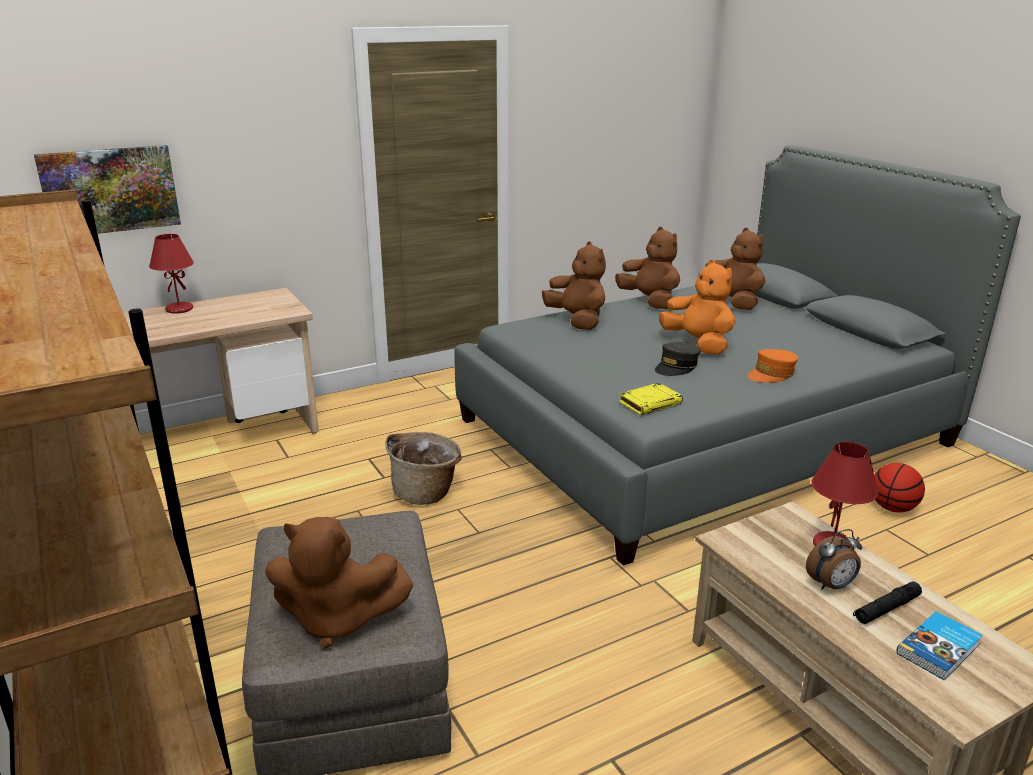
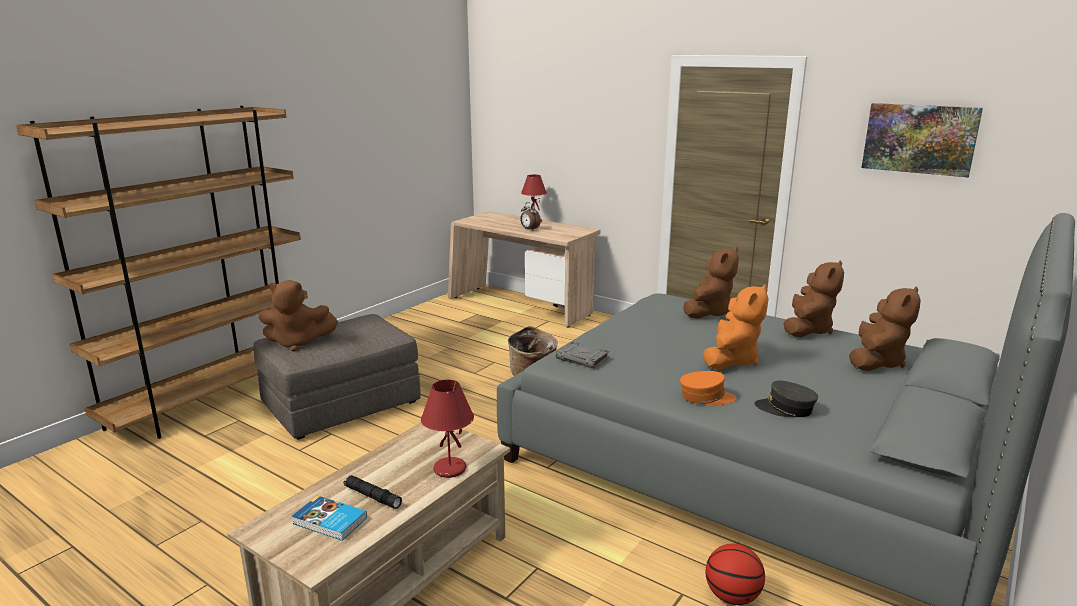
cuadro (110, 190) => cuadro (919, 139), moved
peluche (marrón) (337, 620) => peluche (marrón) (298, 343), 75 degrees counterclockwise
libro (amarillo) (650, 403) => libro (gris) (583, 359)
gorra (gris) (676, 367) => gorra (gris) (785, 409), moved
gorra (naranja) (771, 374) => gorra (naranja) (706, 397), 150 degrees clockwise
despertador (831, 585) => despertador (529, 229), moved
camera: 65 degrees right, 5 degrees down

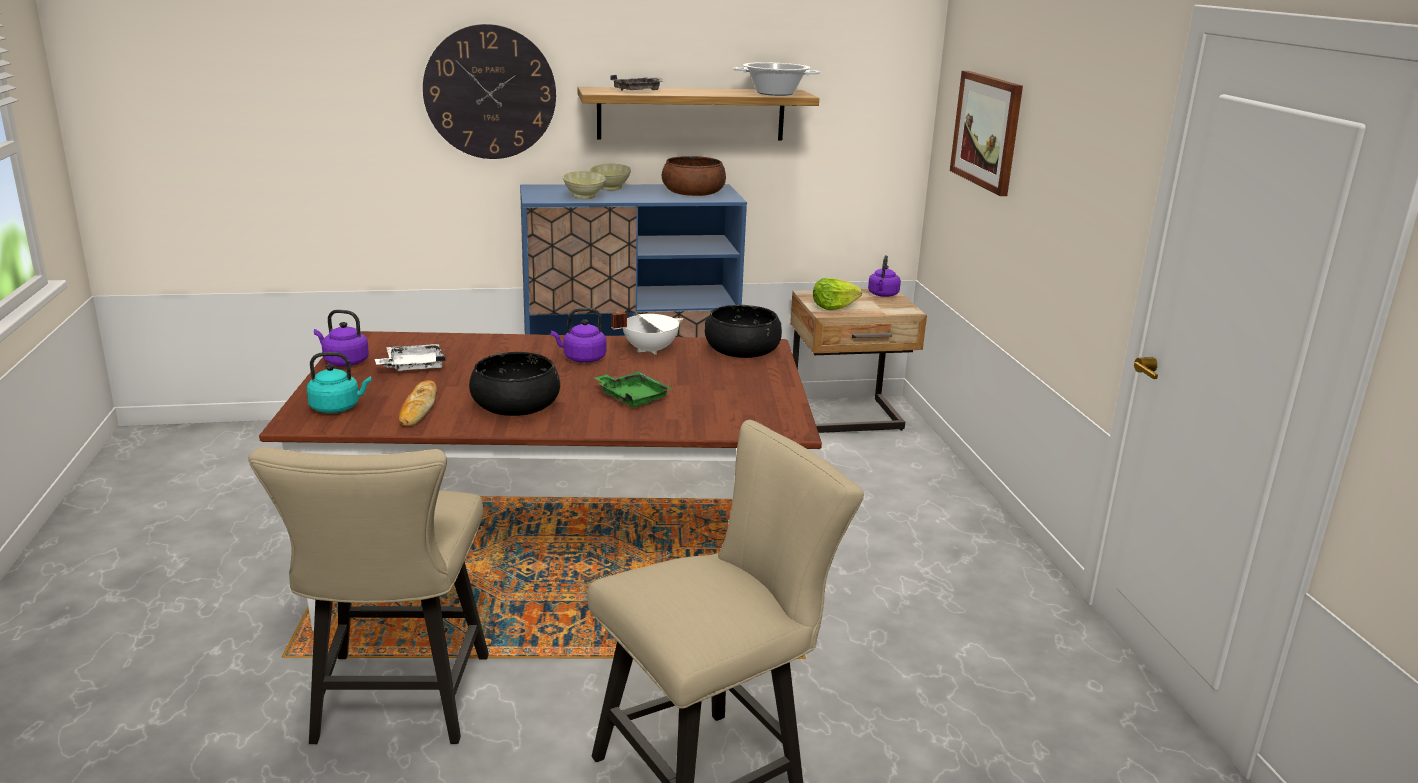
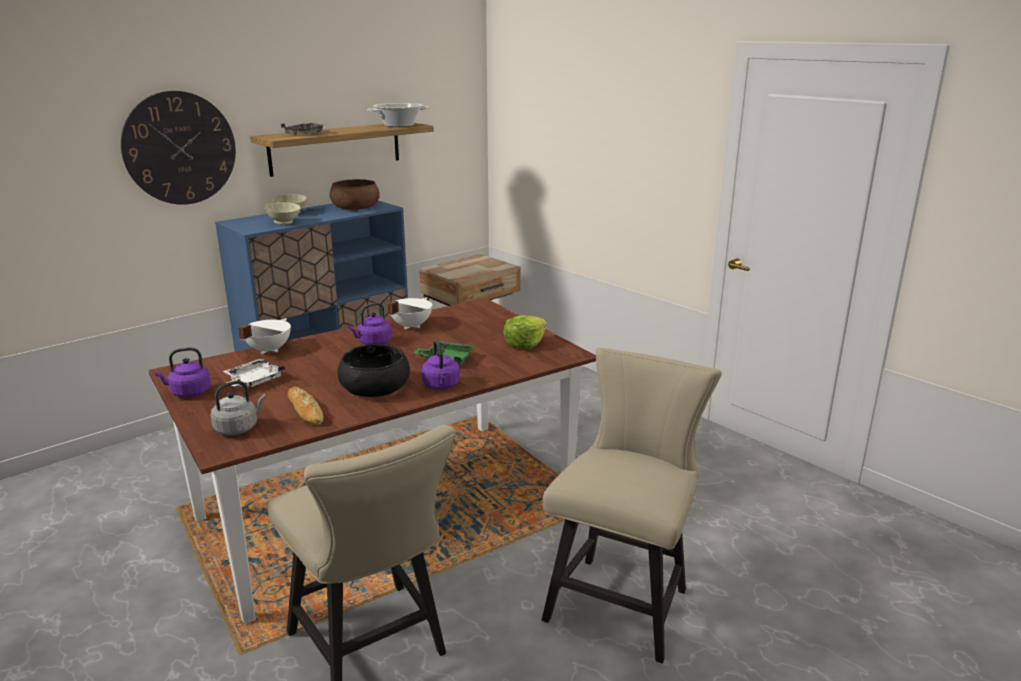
hervidor (turquesa) (338, 408) => hervidor (gris) (238, 428)
cuenco (negro) (742, 350) => nothing
lechuga (833, 307) => lechuga (524, 344), moved
hervidor (morado) (883, 295) => hervidor (morado) (441, 386), moved
cuadro (987, 131) => nothing
nothing => olla (blanco) (268, 350)
camera: 30 degrees left, 0 degrees up

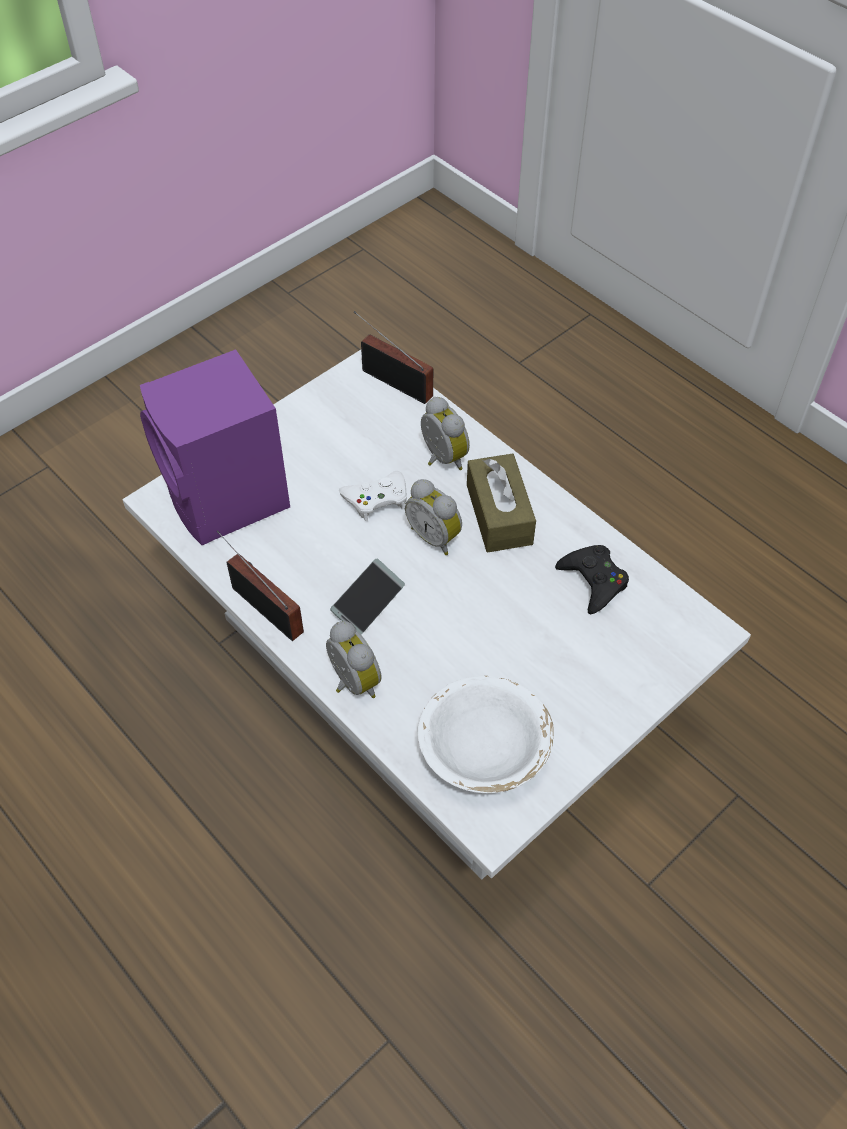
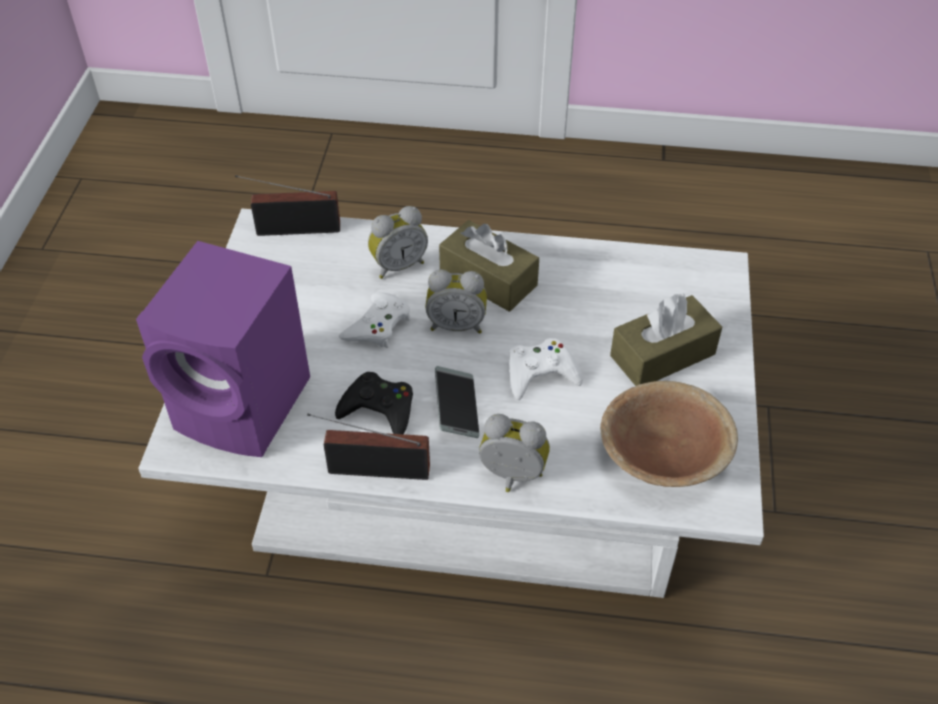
cuenco (blanco) (483, 750) => cuenco (marrón) (663, 454)
despertador (441, 459) => despertador (398, 265), 135 degrees clockwise
mando de consola (negro) (593, 581) => mando de consola (negro) (379, 409), moved
nothing => mando de consola (blanco) (540, 373)
nothing => caja de pañuelos (marrón) (662, 355)
camera: 40 degrees left, 5 degrees down

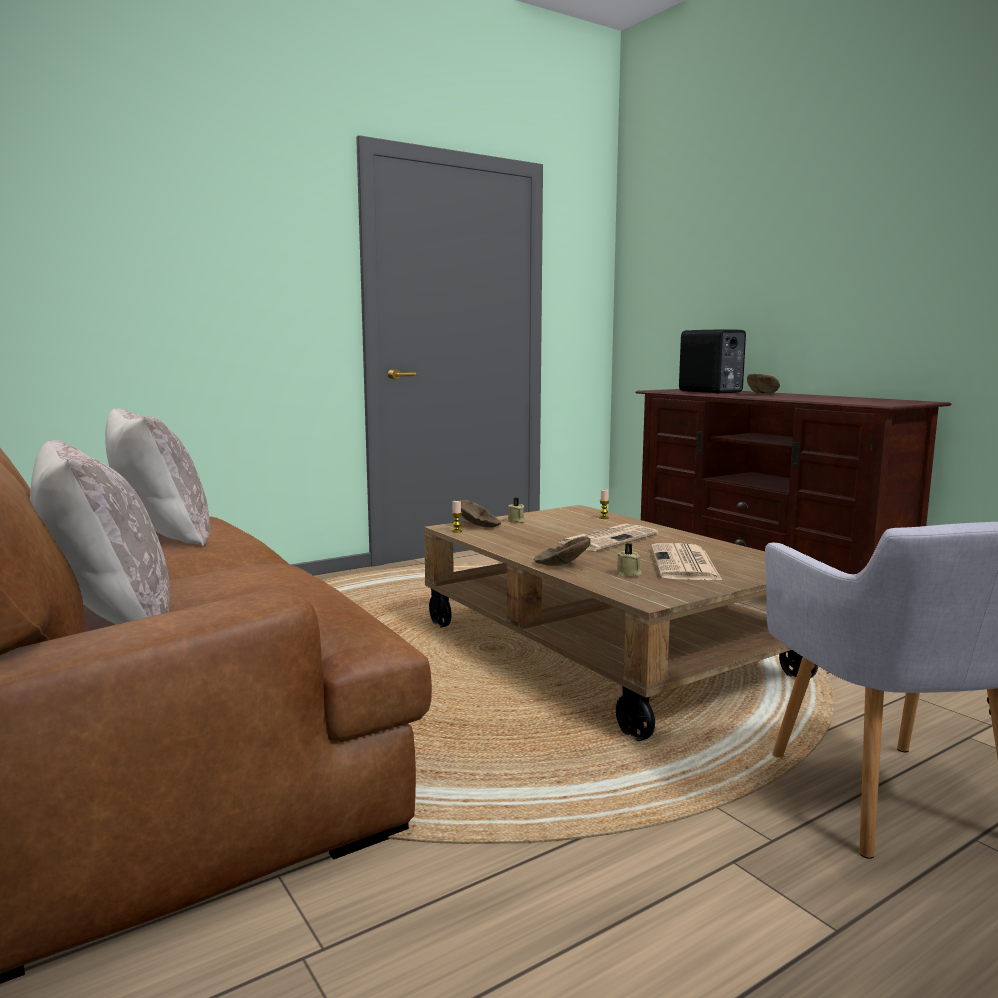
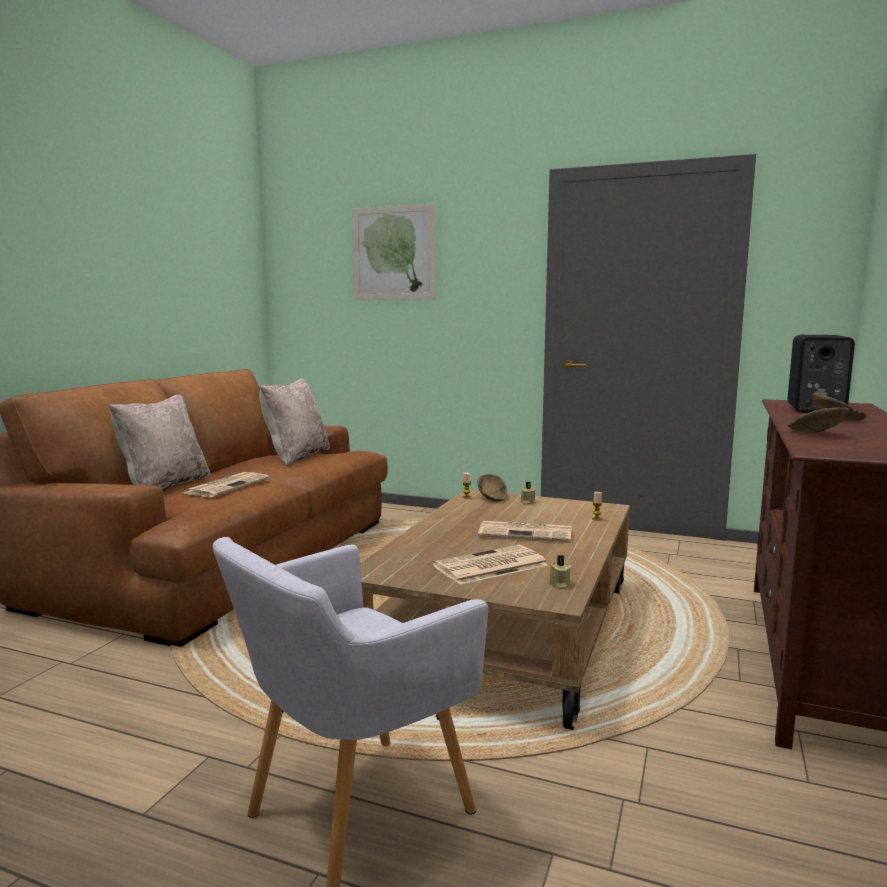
cuenco (marrón) (561, 564) => cuenco (marrón) (815, 433), moved
vela (beis) (628, 574) => vela (beis) (559, 584), moved
nothing => periódico (227, 486)
nothing => cuadro (394, 253)
camera: 55 degrees right, 0 degrees up

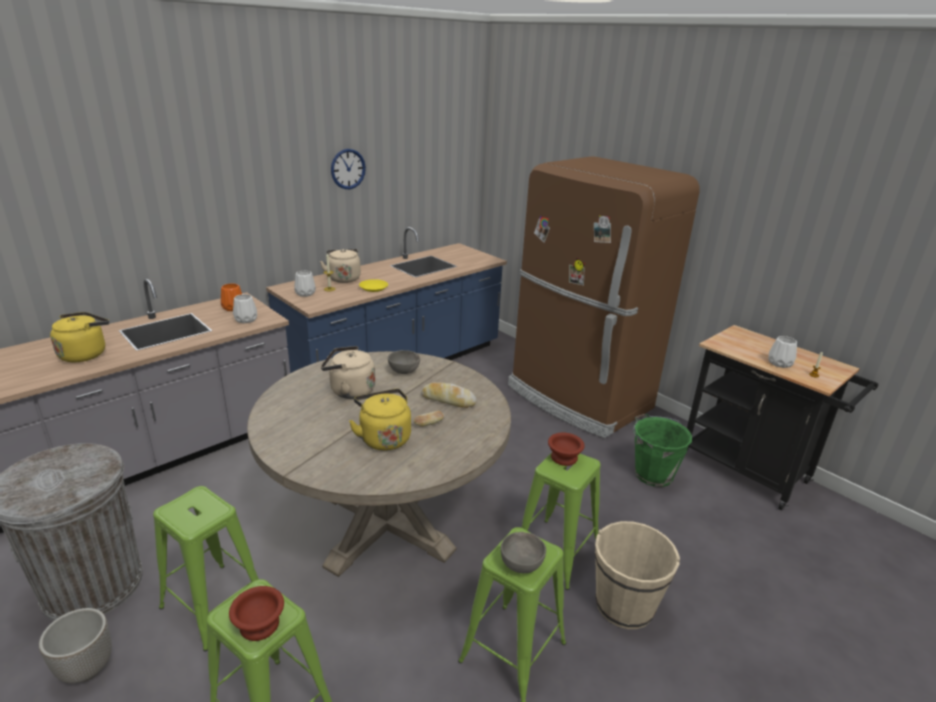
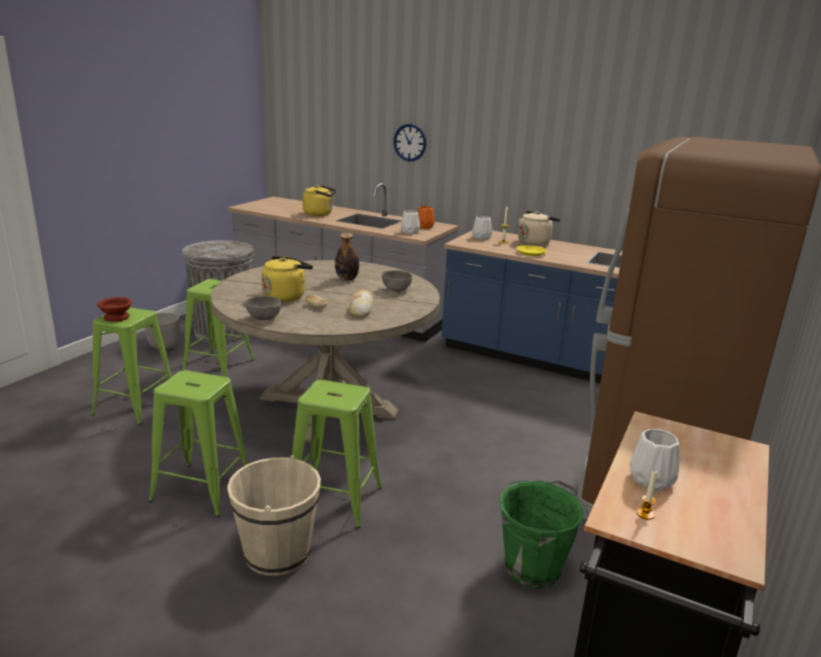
hervidor (beis) (349, 391) => botella (347, 279)
reloj de pared (348, 169) => reloj de pared (410, 142), moved
cuenco (gris) (522, 565) => cuenco (gris) (264, 319), moved
cuenco (marrón) (564, 458) => nothing
camera: 70 degrees right, 5 degrees down

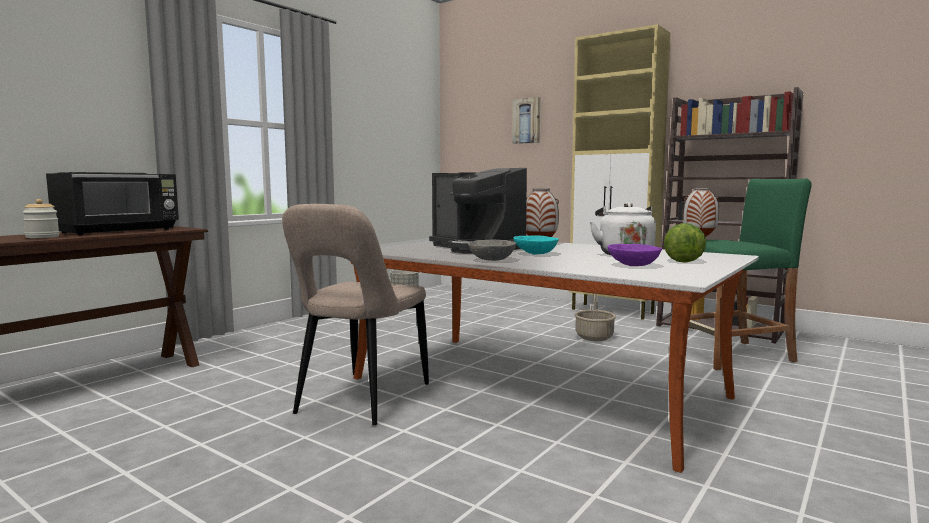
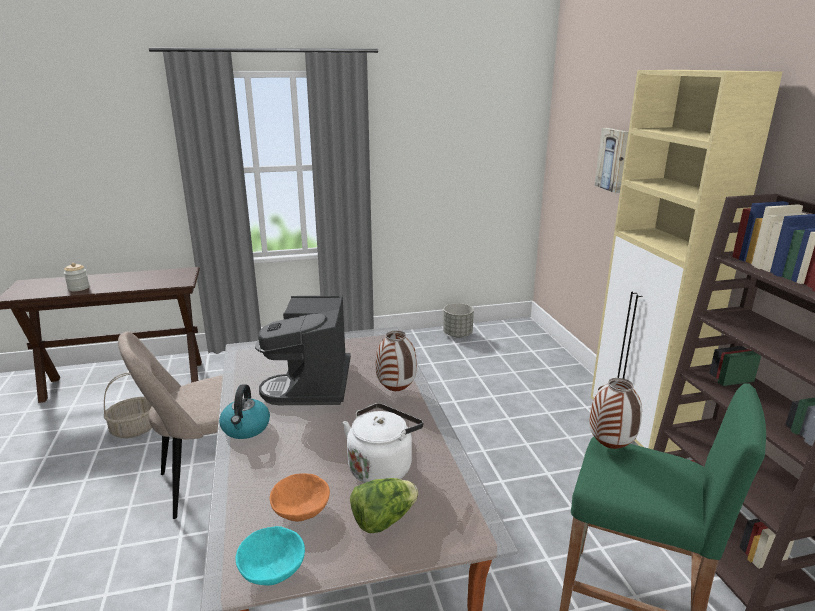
microondas (negro) (119, 231) => nothing
cuenco (gris) (492, 260) => hervidor (246, 428)
cuenco (turquesa) (535, 254) => cuenco (turquesa) (272, 569), moved
cesta (594, 336) => cesta (135, 428), moved
cuenco (morado) (632, 265) => cuenco (naranja) (301, 509)
camera: 40 degrees right, 15 degrees up

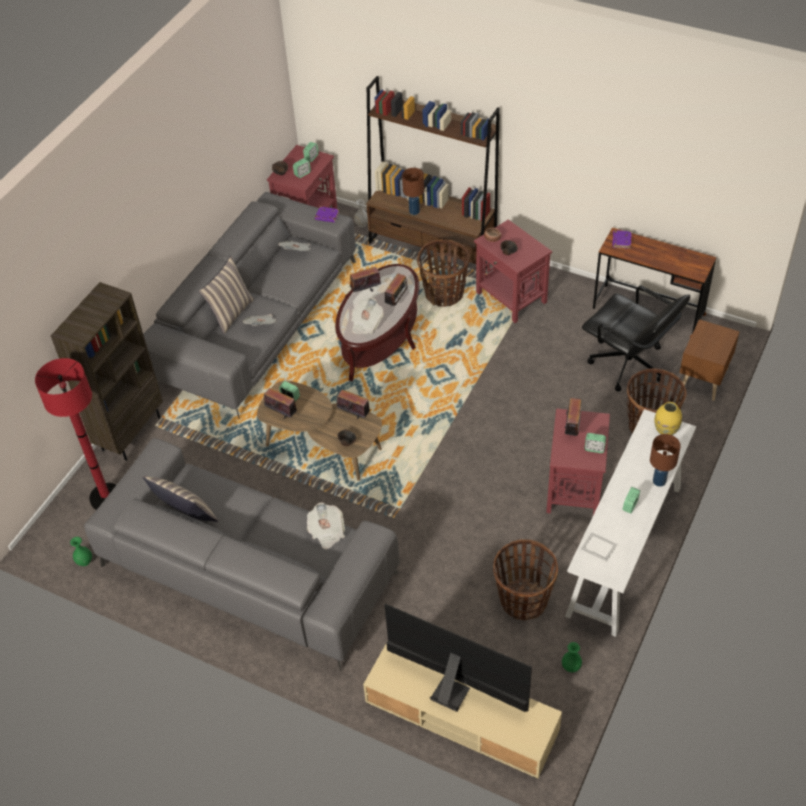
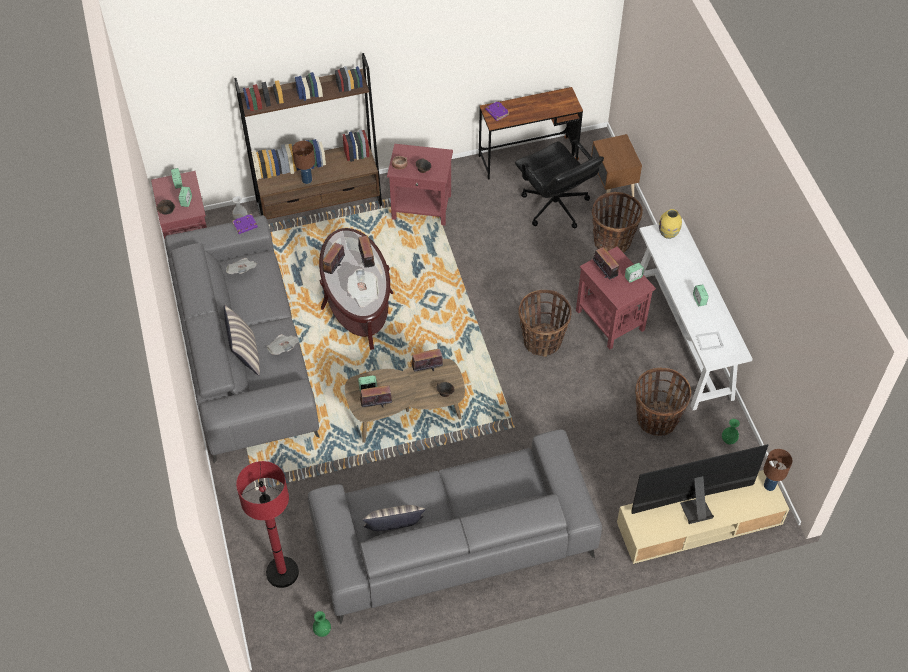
estantería (marrón) (131, 433) => nothing
periódico (326, 532) => nothing
cesta (444, 294) => cesta (542, 341), moved
silla de oficina (negro) (628, 365) => silla de oficina (negro) (555, 207), 60 degrees clockwise
lámpara de mesa (marrón) (659, 481) => lámpara de mesa (marrón) (770, 485), moved
camera: 45 degrees left, 5 degrees up

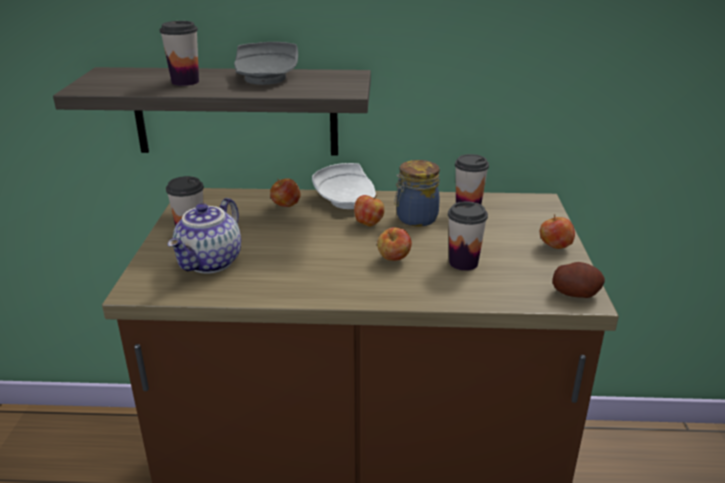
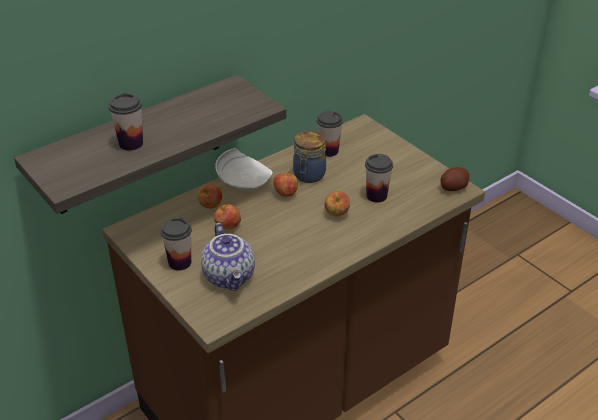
plato (gris) (267, 77) => nothing
manzana (554, 247) => manzana (228, 227), moved
camera: 40 degrees left, 10 degrees up

